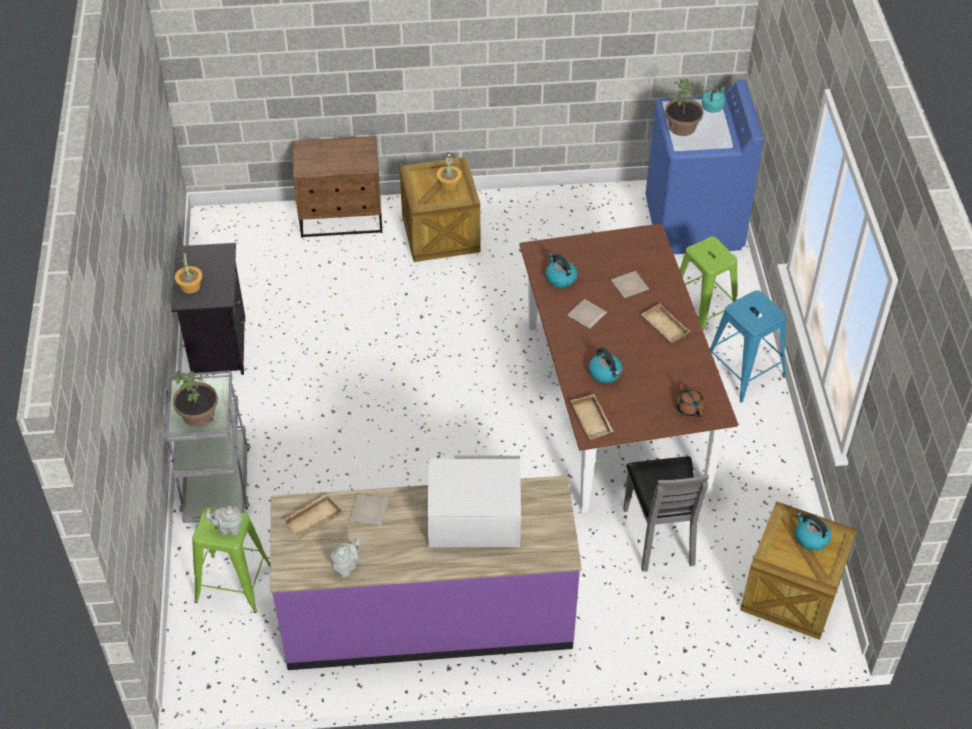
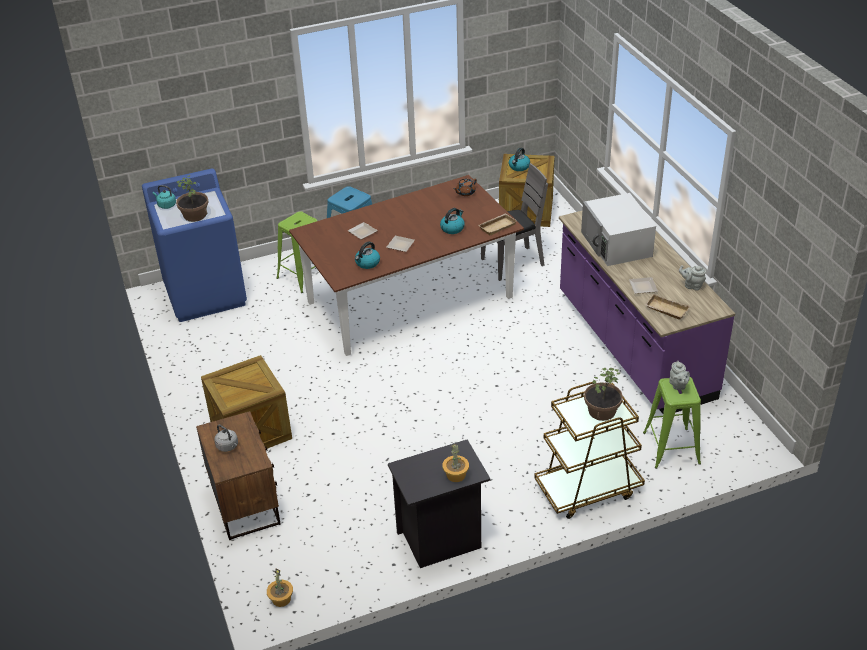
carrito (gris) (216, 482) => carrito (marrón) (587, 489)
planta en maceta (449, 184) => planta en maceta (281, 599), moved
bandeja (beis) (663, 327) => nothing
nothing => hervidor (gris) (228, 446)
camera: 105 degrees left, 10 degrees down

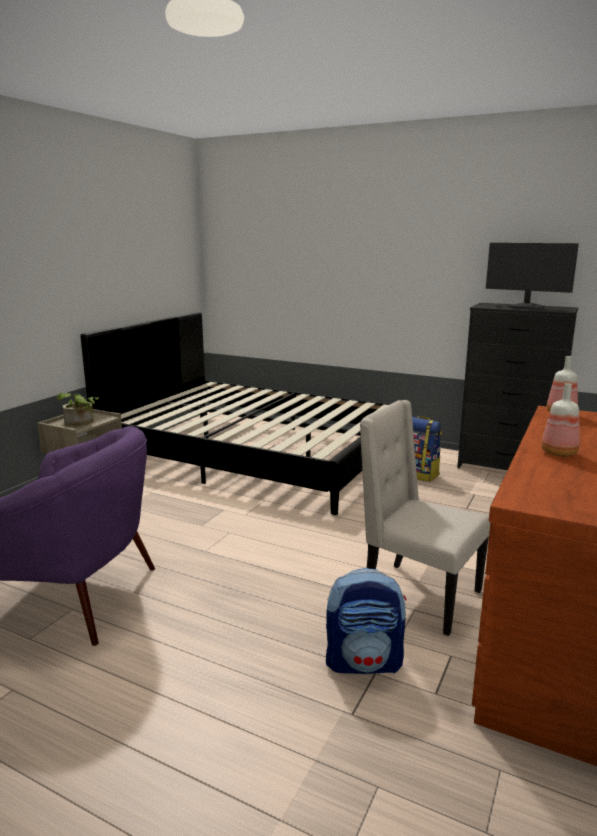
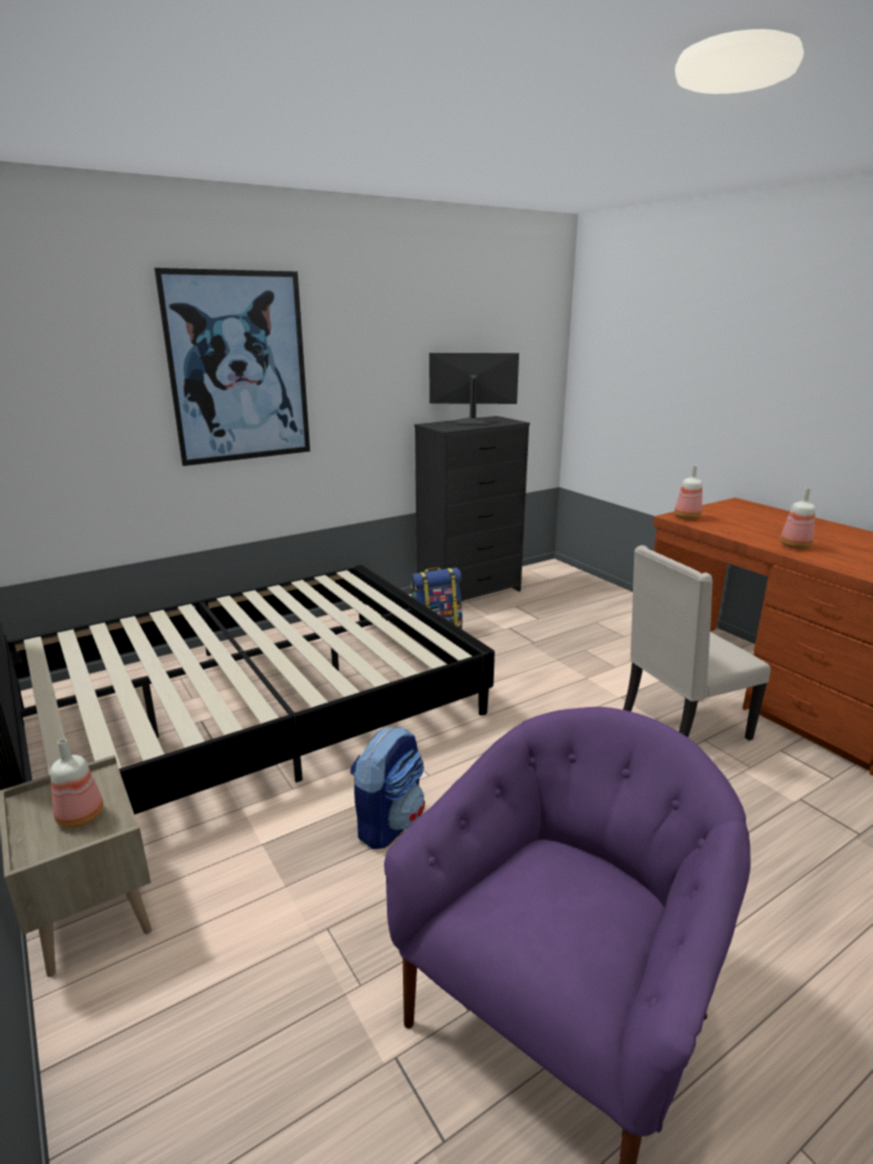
planta en maceta (80, 423) => botella (82, 817)
mochila (364, 662) => mochila (389, 823), moved
monitor (527, 307) => monitor (472, 422), 150 degrees counterclockwise
nothing => cuadro (238, 368)
camera: 60 degrees left, 5 degrees up

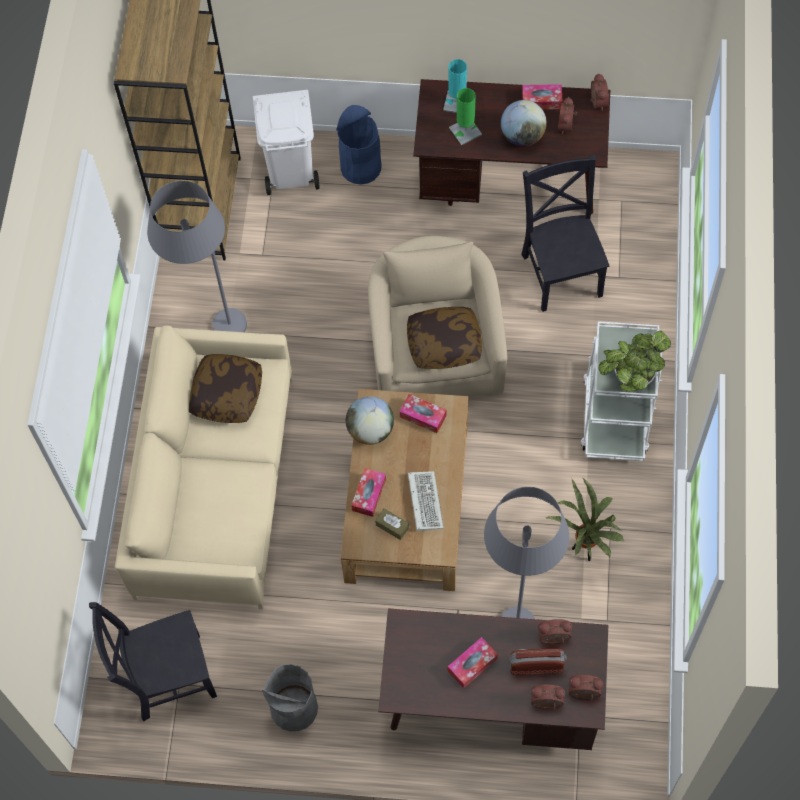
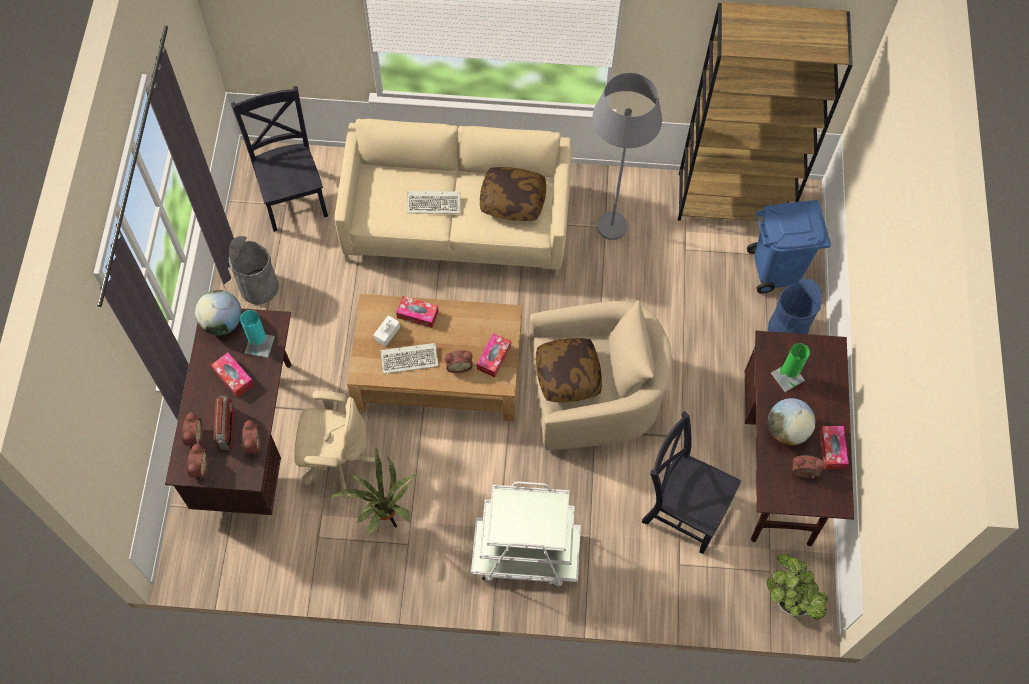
papelera (blanco) (292, 171) => papelera (azul) (776, 270)
globo terráqueo (370, 430) => globo terráqueo (222, 322), moved
caja de pañuelos (marrón) (392, 526) => caja de pañuelos (blanco) (387, 333)
lámpara de mesa (turquesa) (457, 103) => lámpara de mesa (turquesa) (259, 345), moved
lámpara de pie (gris) (517, 605) => silla de oficina (beis) (337, 461)
silla (negro) (561, 271) => silla (negro) (682, 509), 135 degrees counterclockwise
despertador (596, 102) => despertador (459, 365), moved
planta en maceta (631, 377) => planta en maceta (790, 598), moved
nothing => teclado (435, 203)
camera: 85 degrees right, 0 degrees up

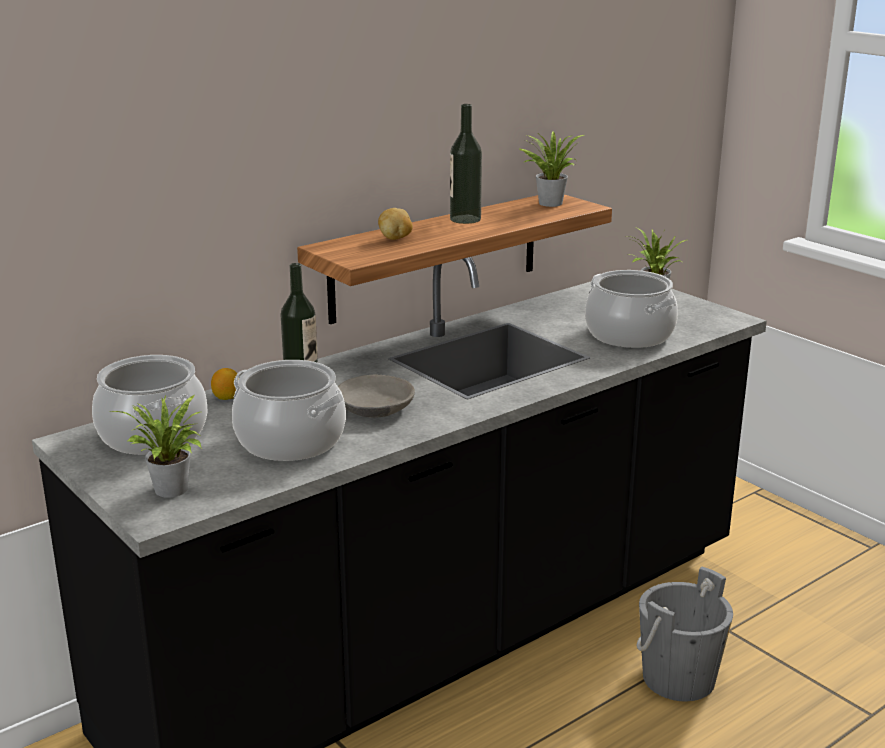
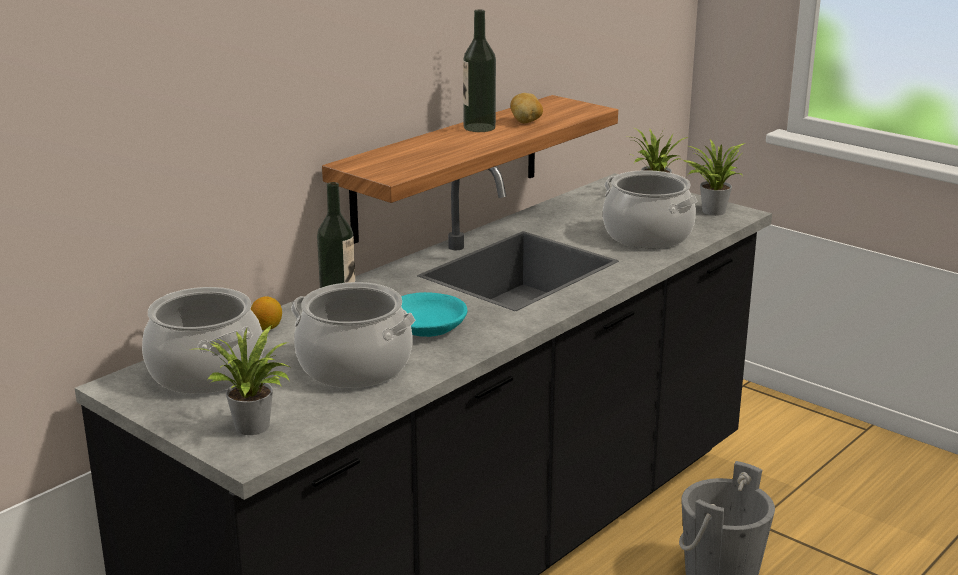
cuenco (gris) (374, 408) => cuenco (turquesa) (425, 327)
patata (395, 238) => patata (526, 122), moved
planta en maceta (548, 202) => planta en maceta (711, 210), moved
camera: 10 degrees left, 0 degrees up

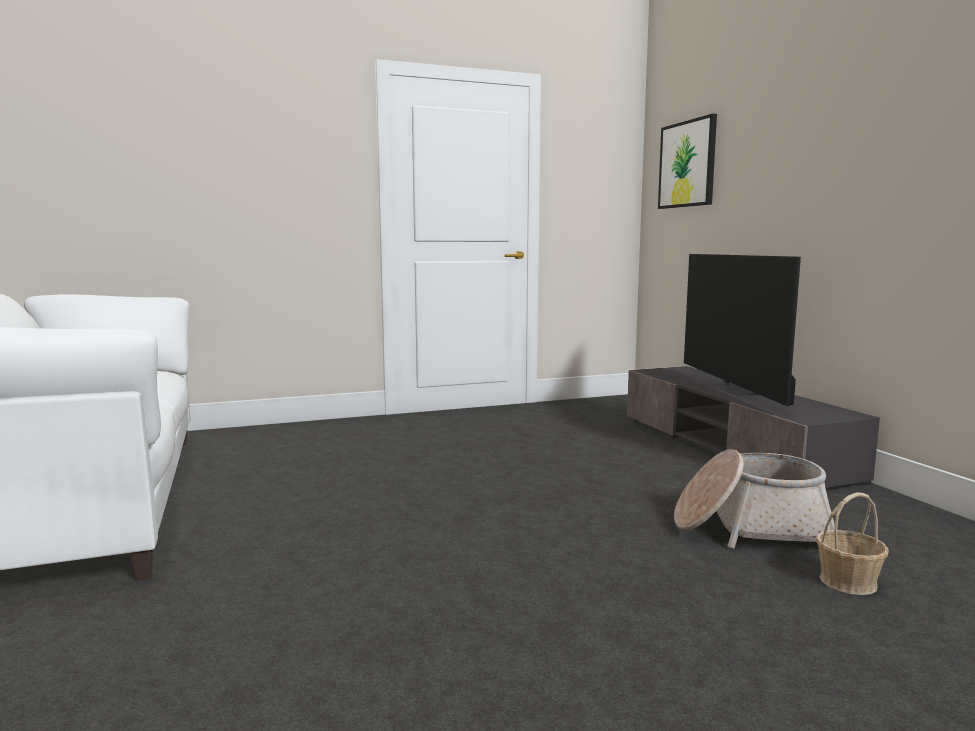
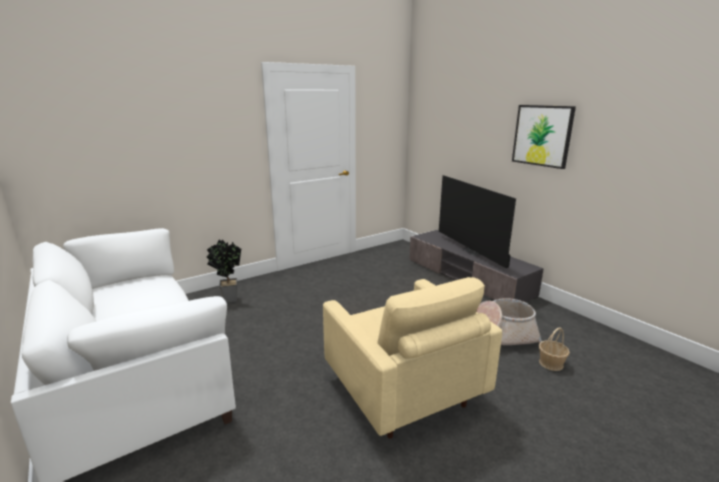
cuadro (687, 164) => cuadro (542, 135), moved
nothing => planta en maceta (227, 299)
nothing => sillón (beis) (403, 392)
camera: 15 degrees left, 10 degrees up

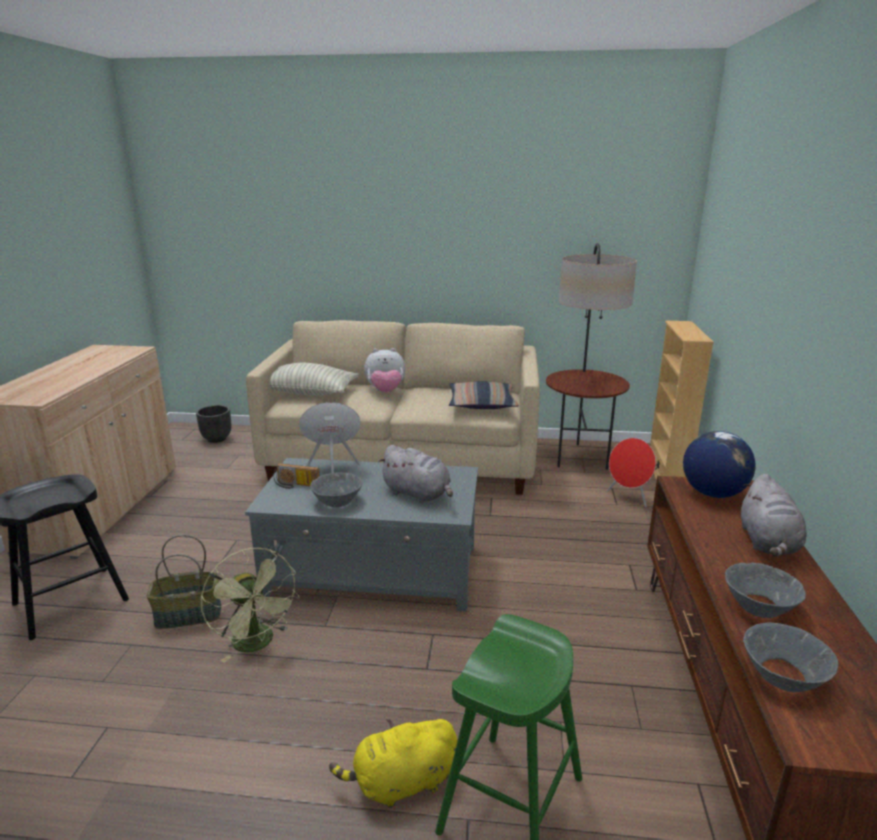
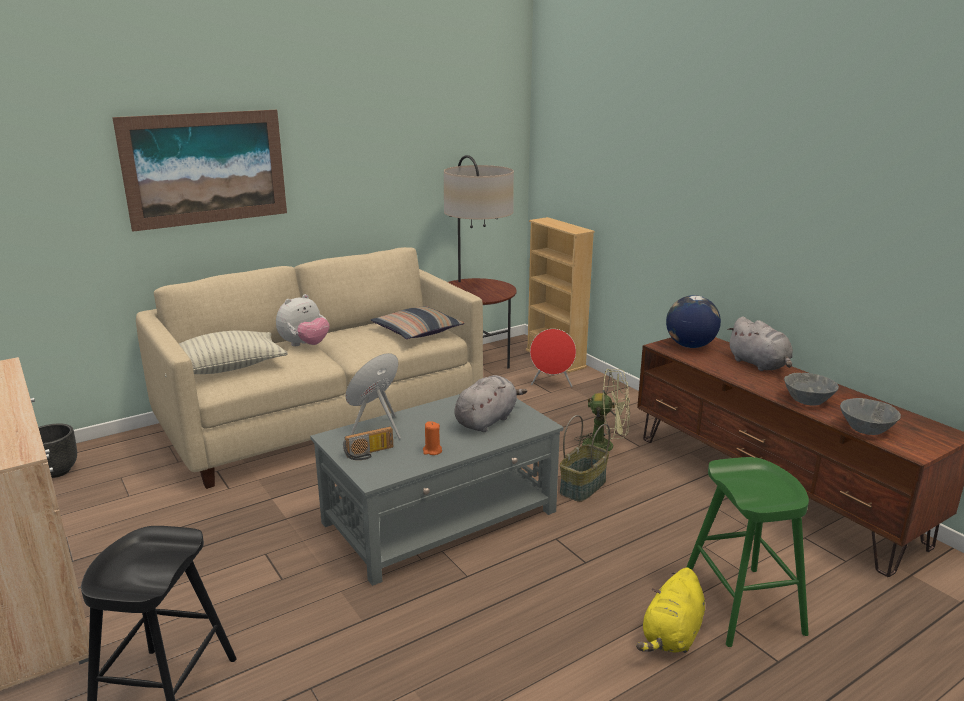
cesta (187, 616) => cesta (583, 487), moved
ventilador (verde) (258, 644) => ventilador (verde) (605, 446), moved
cuenco (gris) (337, 501) => vela (naranja) (432, 451)
peluche (gris) (418, 494) => peluche (gris) (487, 420), 45 degrees counterclockwise
nothing => cuadro (205, 168)
camera: 40 degrees left, 0 degrees up

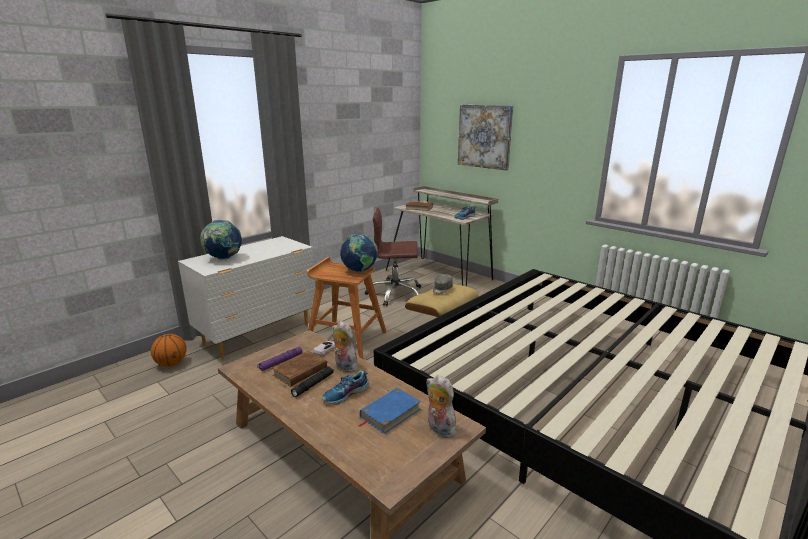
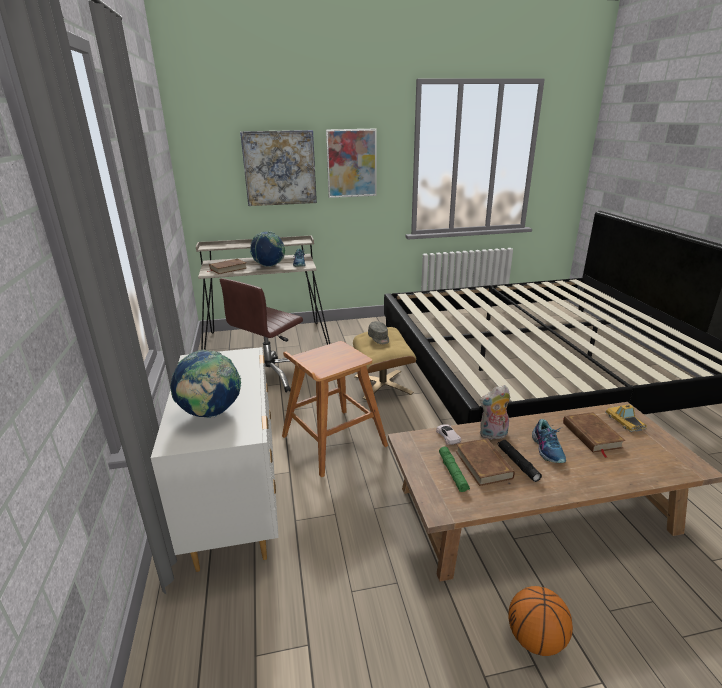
balón de baloncesto (171, 364) => balón de baloncesto (535, 639), moved
linterna (morado) (280, 362) => linterna (verde) (453, 473)
globo terráqueo (360, 271) => globo terráqueo (269, 266), moved
libro (azul) (390, 413) => libro (marrón) (591, 435)
peluche (439, 429) => coche de juguete (624, 421)
nothing => cuadro (351, 163)
camera: 55 degrees left, 5 degrees up

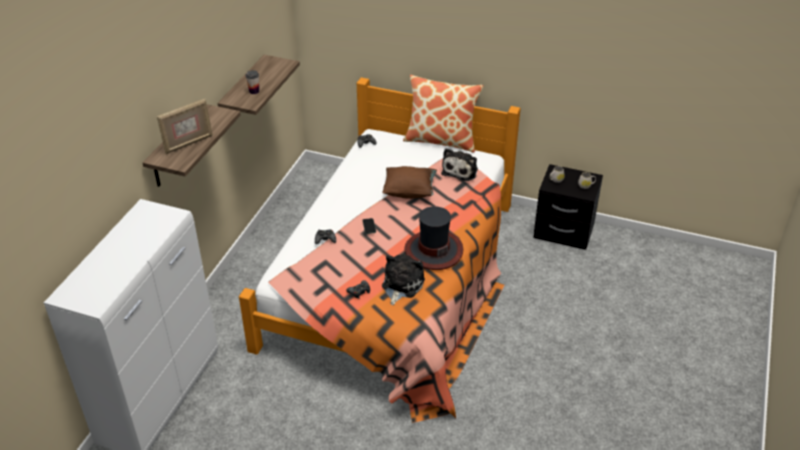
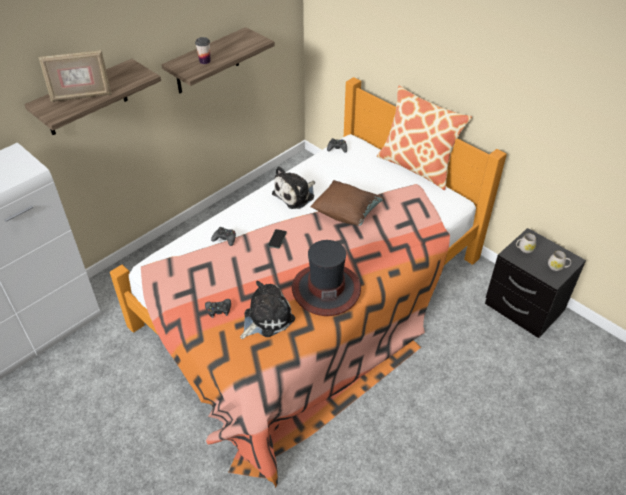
peluche (461, 170) => peluche (295, 195), moved
camera: 25 degrees right, 5 degrees up

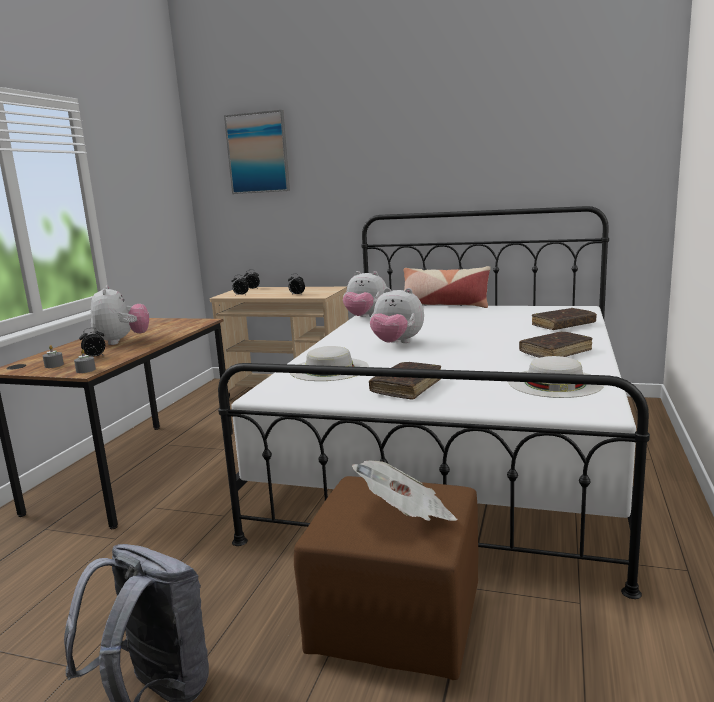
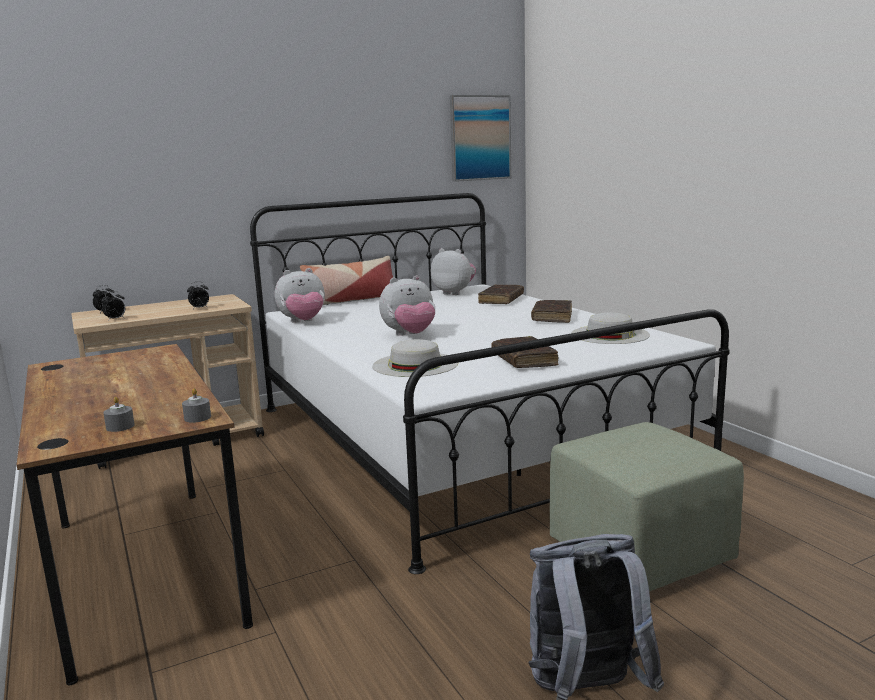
despertador (95, 357) => nothing
peluche (122, 341) => peluche (454, 293), moved
cuadro (258, 153) => cuadro (480, 138), moved
puf (marrón) (398, 622) => puf (verde) (640, 553)
periódico (406, 515) => nothing
camera: 45 degrees left, 0 degrees up

